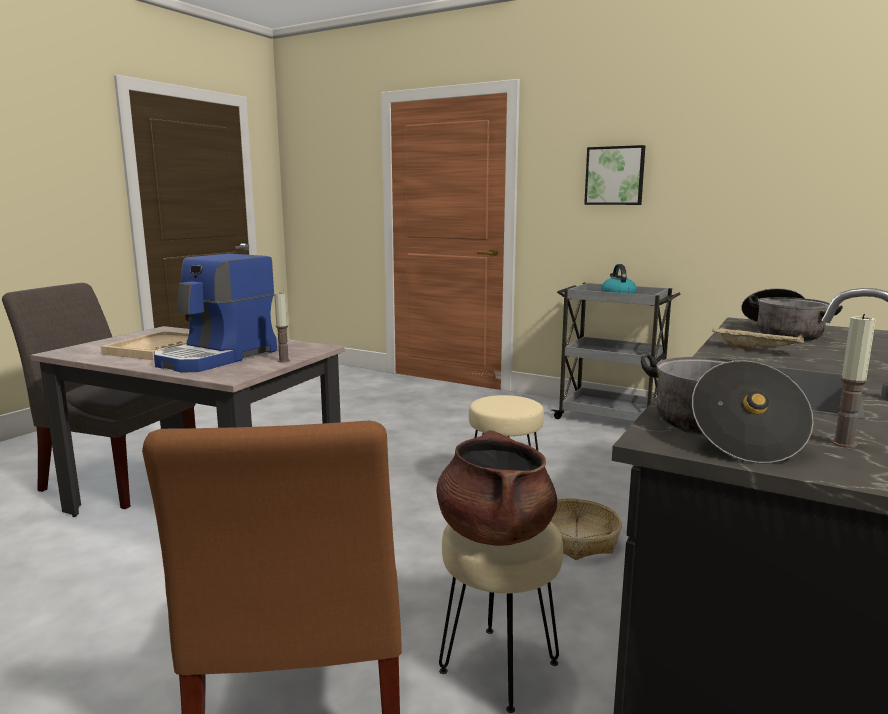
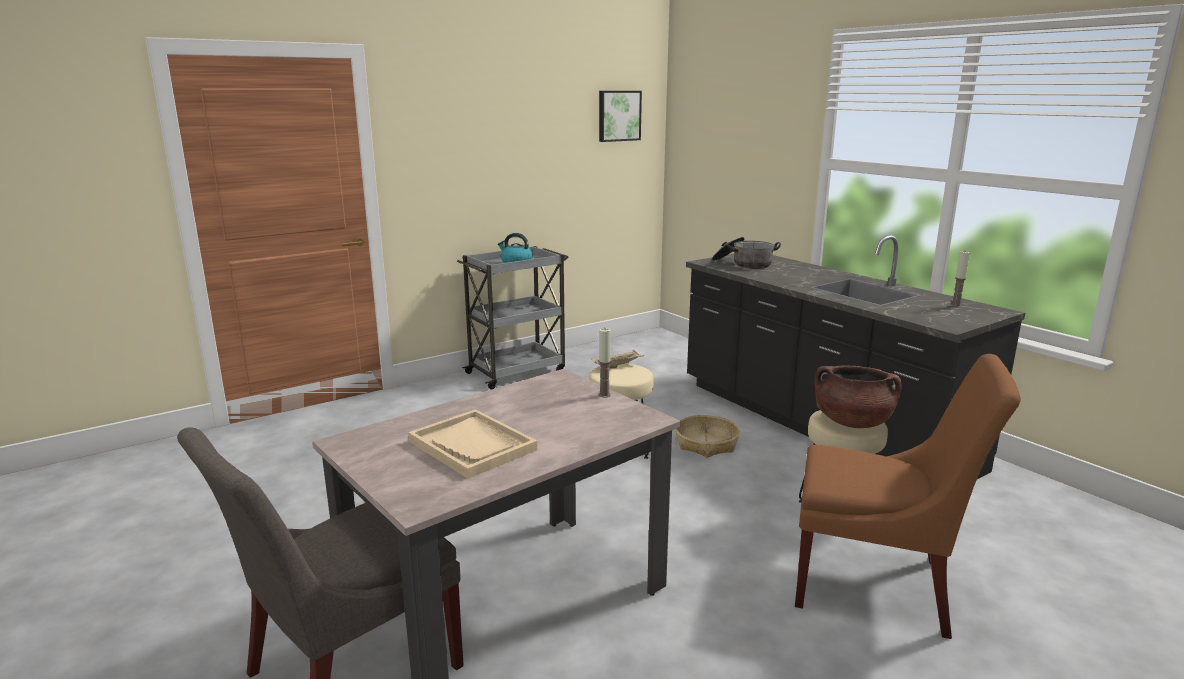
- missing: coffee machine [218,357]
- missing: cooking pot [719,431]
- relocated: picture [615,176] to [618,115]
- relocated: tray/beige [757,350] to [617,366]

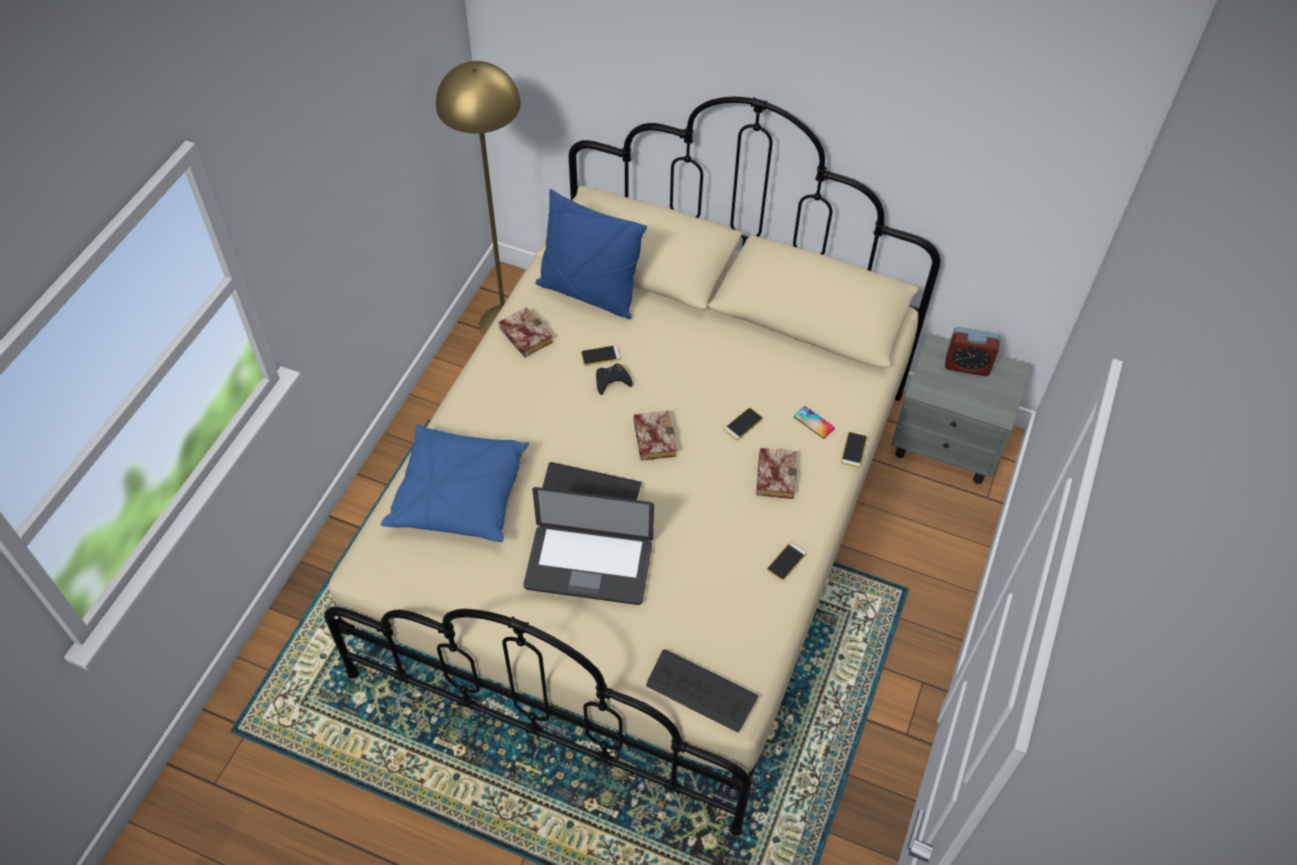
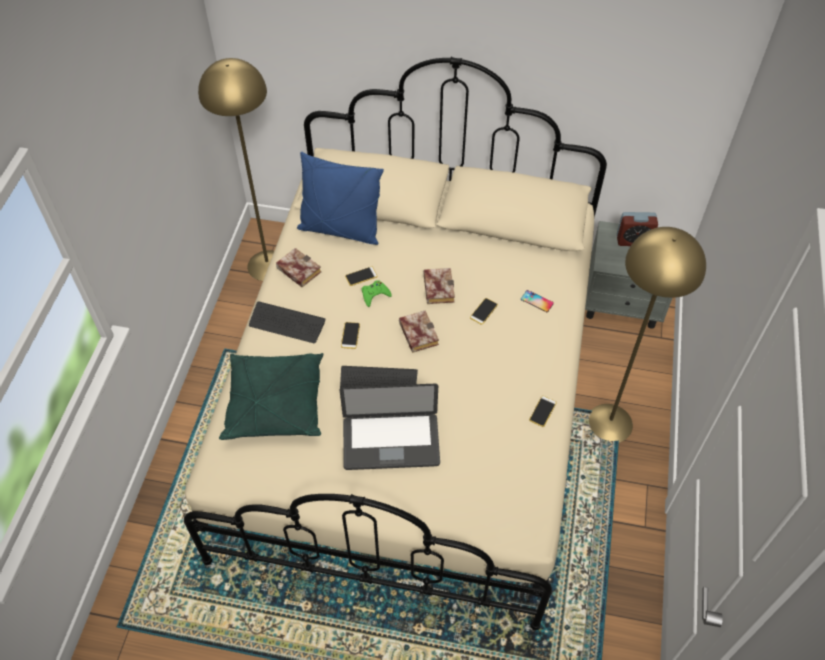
- appeared: floor lamp/yellow [610,423]
- relocated: keyboard [701,691] to [287,323]
- relocated: book [774,474] to [437,287]
- relocated: phone [854,450] to [350,335]
- colour: pillow/blue [459,495] to pillow/green [275,404]
- colour: game controller/black [612,381] to game controller/green [375,295]

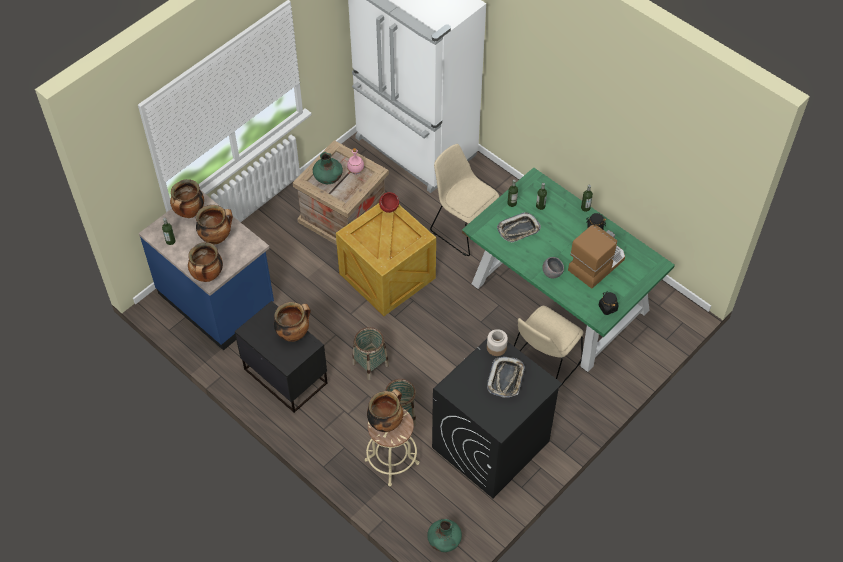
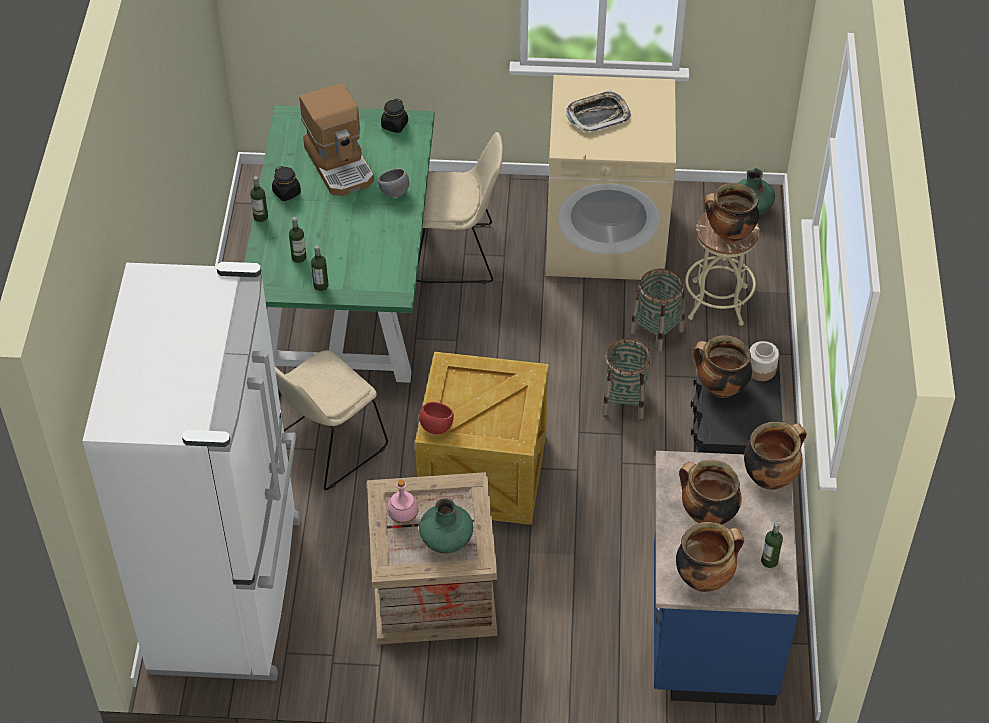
- missing: tray [518,230]
- relocated: jar [496,347] to [761,370]
- colour: washing machine/black [490,445] to washing machine/beige [606,237]
- spun: chair/beige [463,227] = [325,446] 45 degrees clockwise
- spun: coffee machine [596,264] = [340,164] 120 degrees counterclockwise

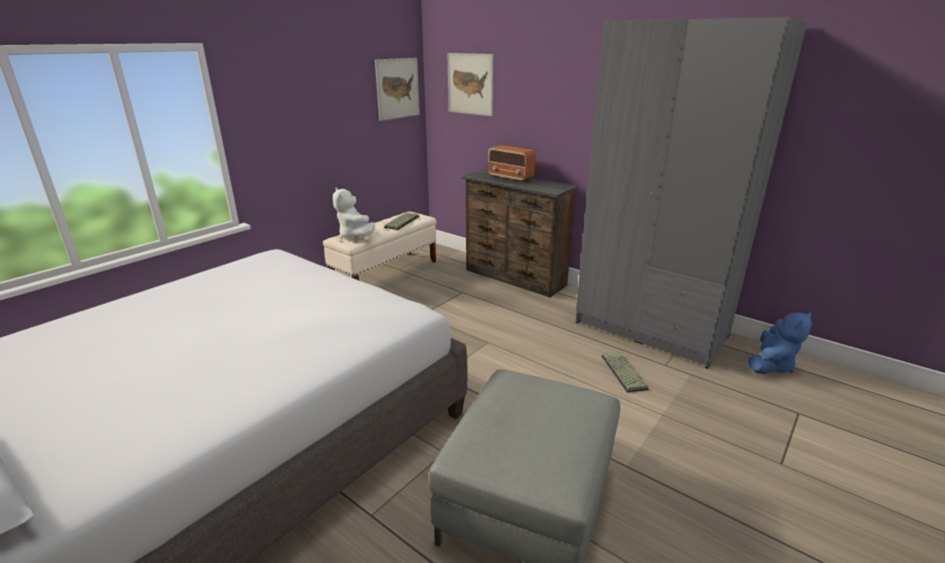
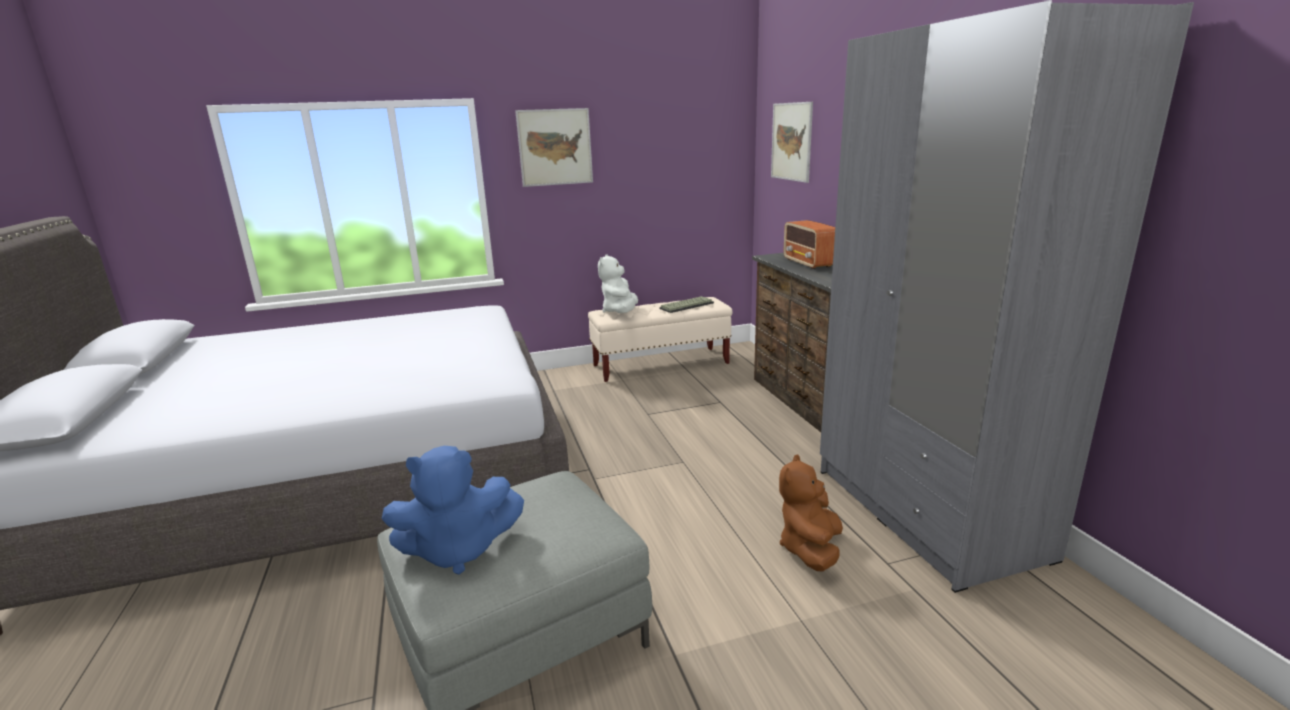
- relocated: picture [397,88] to [555,147]
- relocated: plush toy/blue [771,365] to [458,550]
- exchanged: keyboard [622,372] to plush toy/brown [810,549]

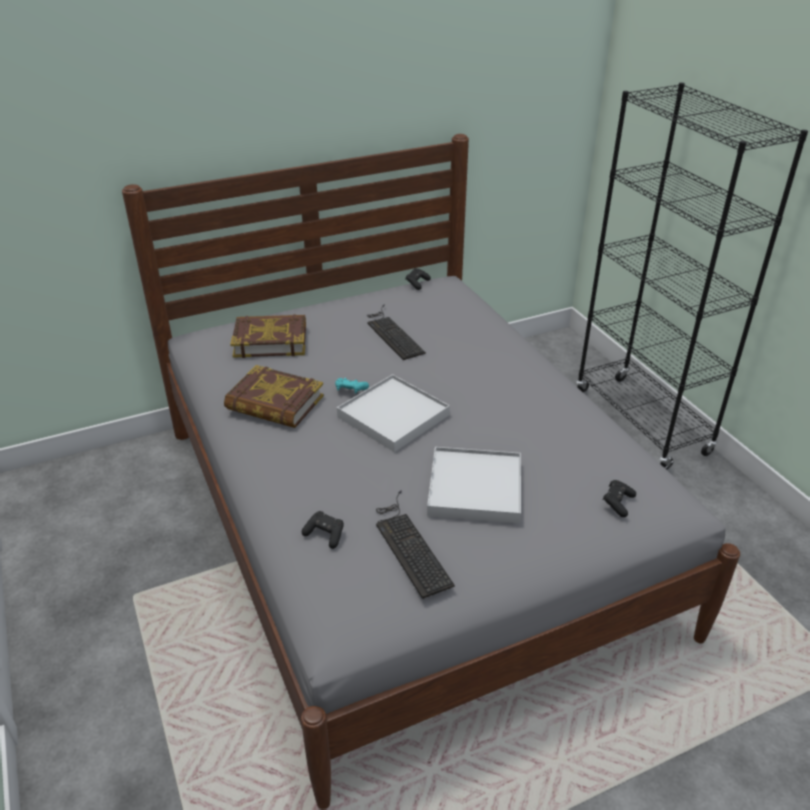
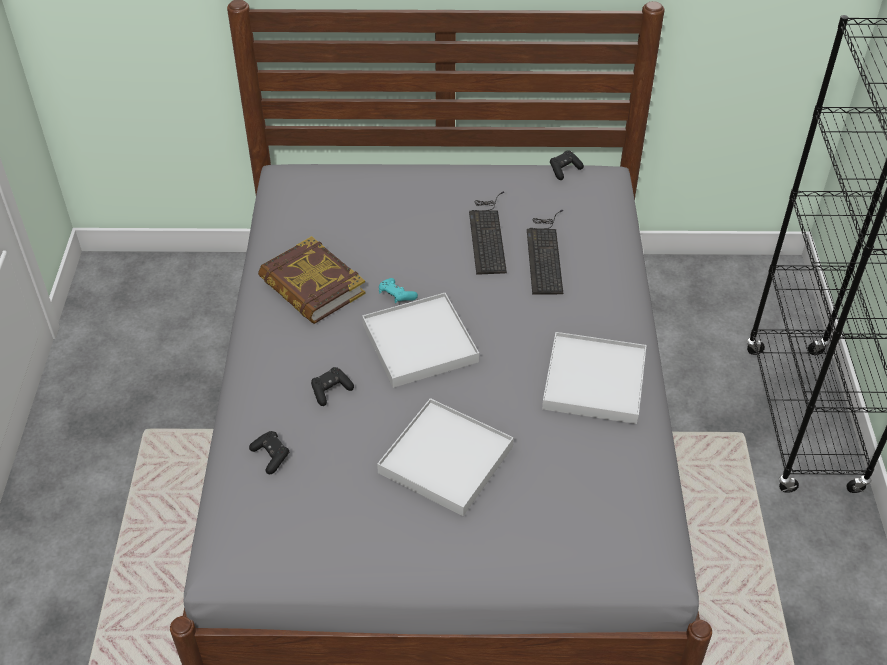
- missing: book [270,341]
- appeared: tray/white [594,381]
- relocated: keyboard [409,544] to [545,253]
- relocated: game controller/black [617,503] to [331,391]

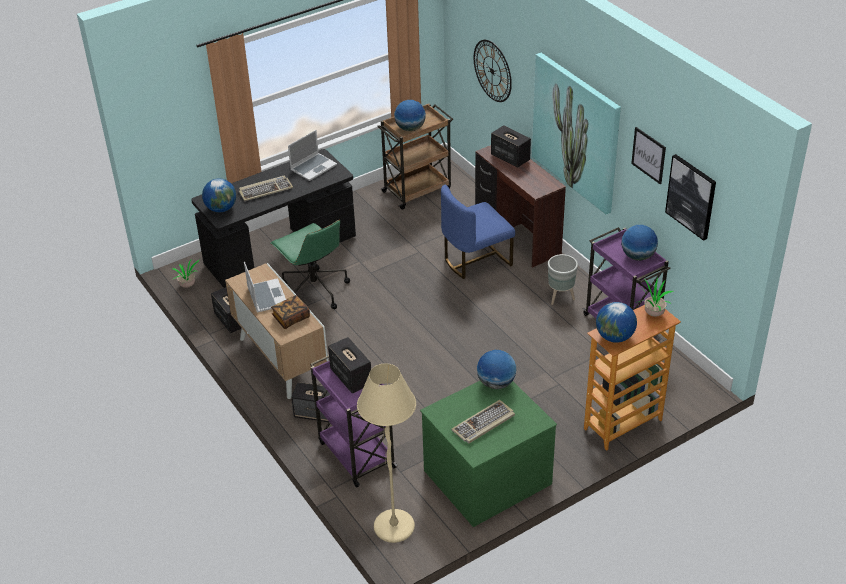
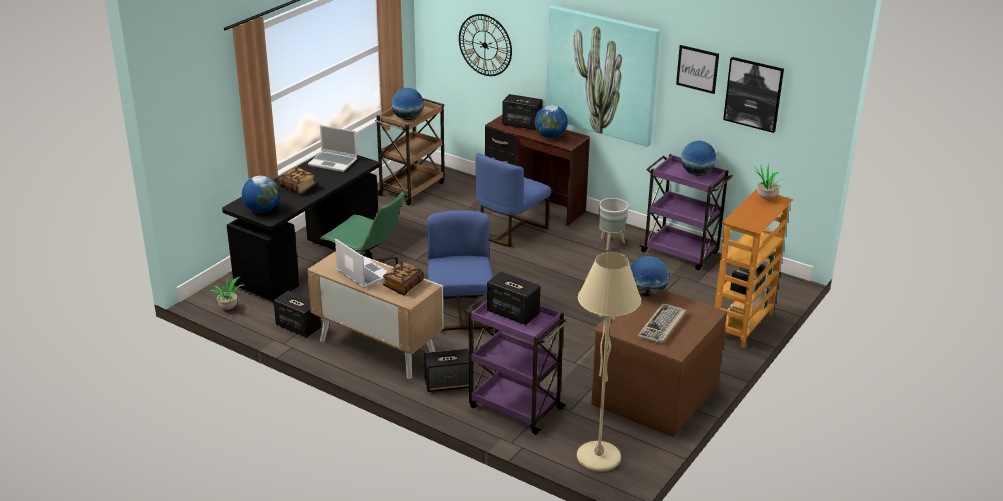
- appeared: chair/blue [460,313]
- relocated: globe [614,337] to [550,136]
- exchanged: keyboard [265,190] to book [298,187]
- colour: dresser/green [486,476] to dresser/brown [653,394]
- spun: laptop [313,167] = [333,162] 90 degrees clockwise

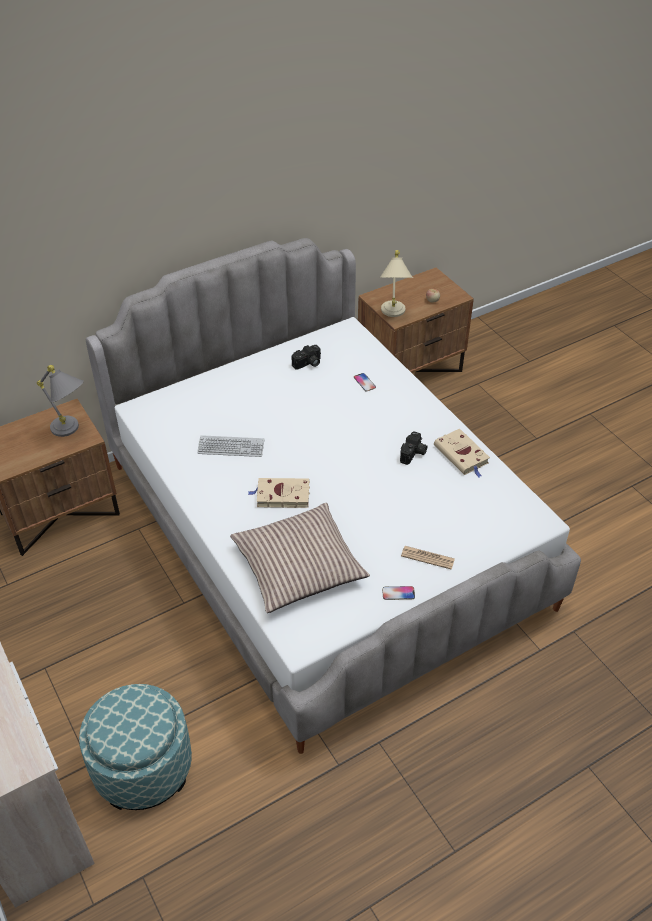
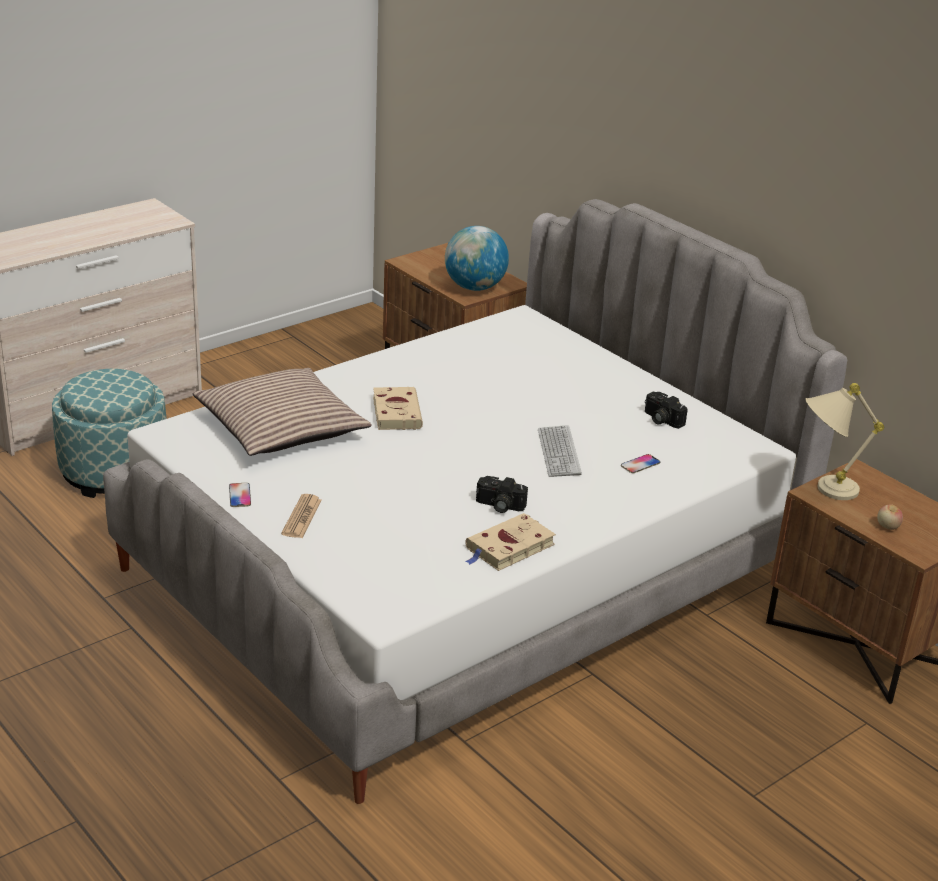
- relocated: keyboard [231,447] to [558,452]
- exchanged: table lamp/grey [72,431] to globe [475,287]

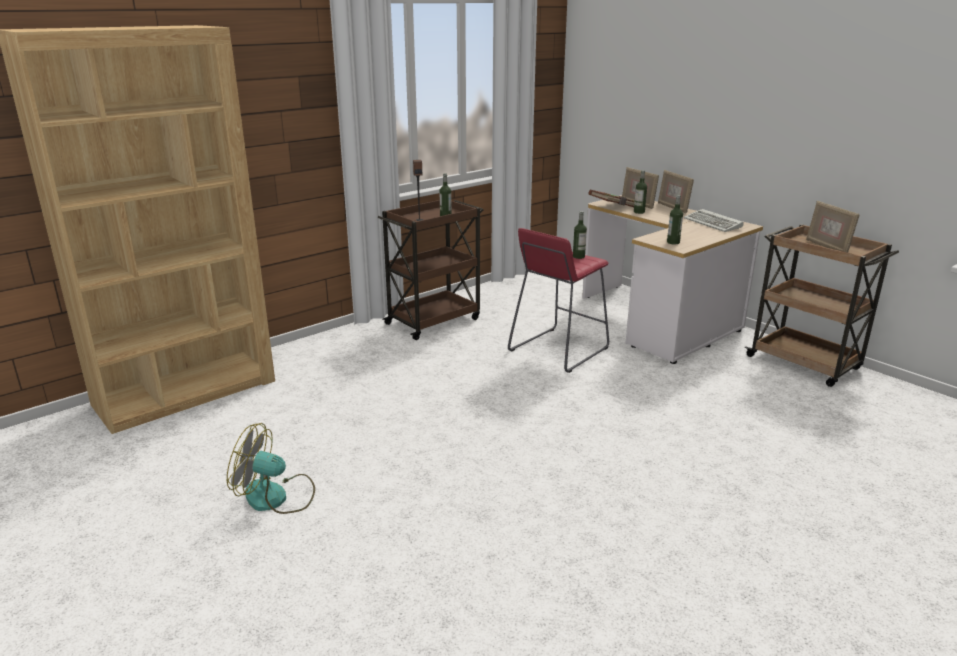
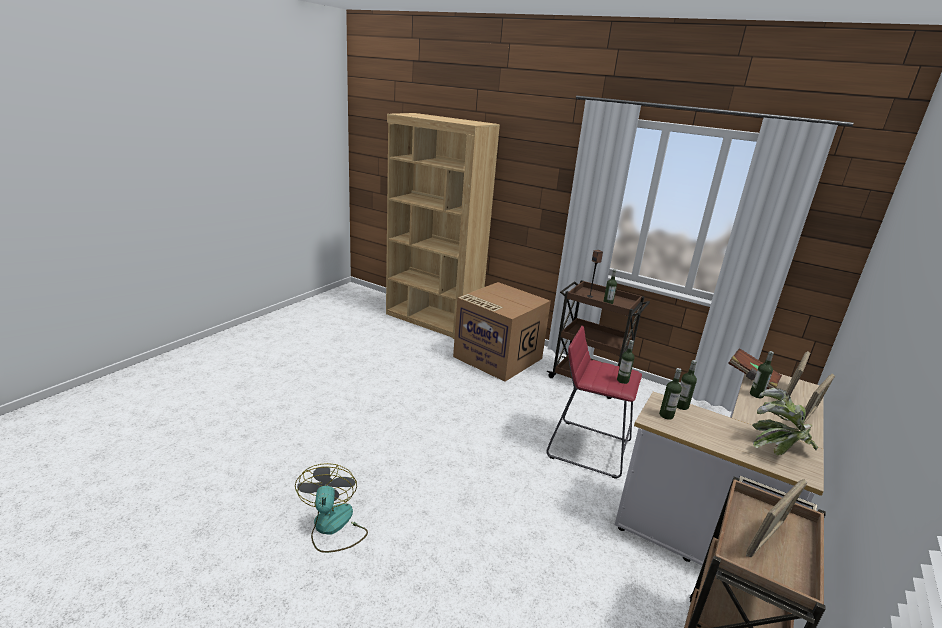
- appeared: cardboard box [496,357]
- appeared: bottle [681,406]
- relocated: fan [276,497] to [333,527]
- exchanged: keyboard [714,224] to potted plant [777,447]

